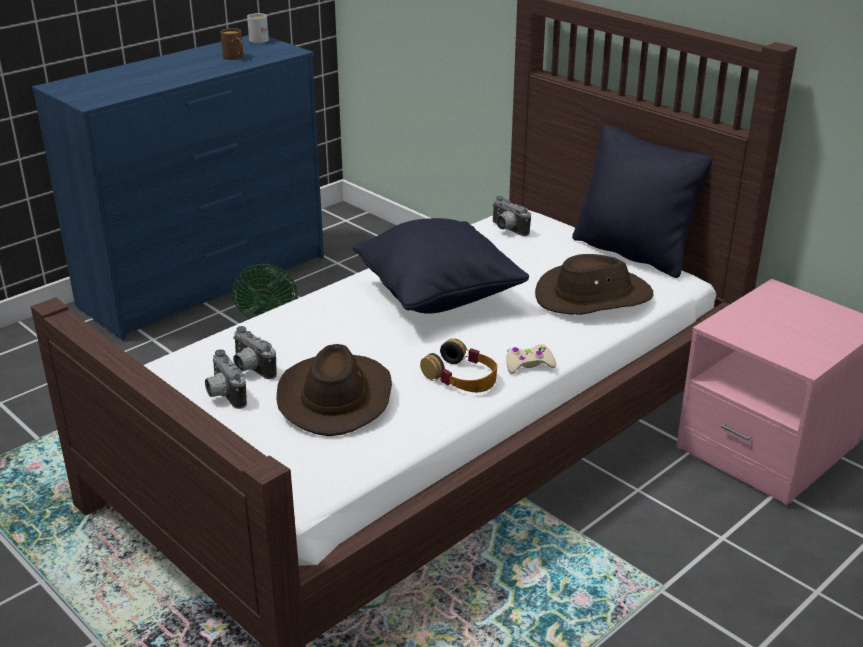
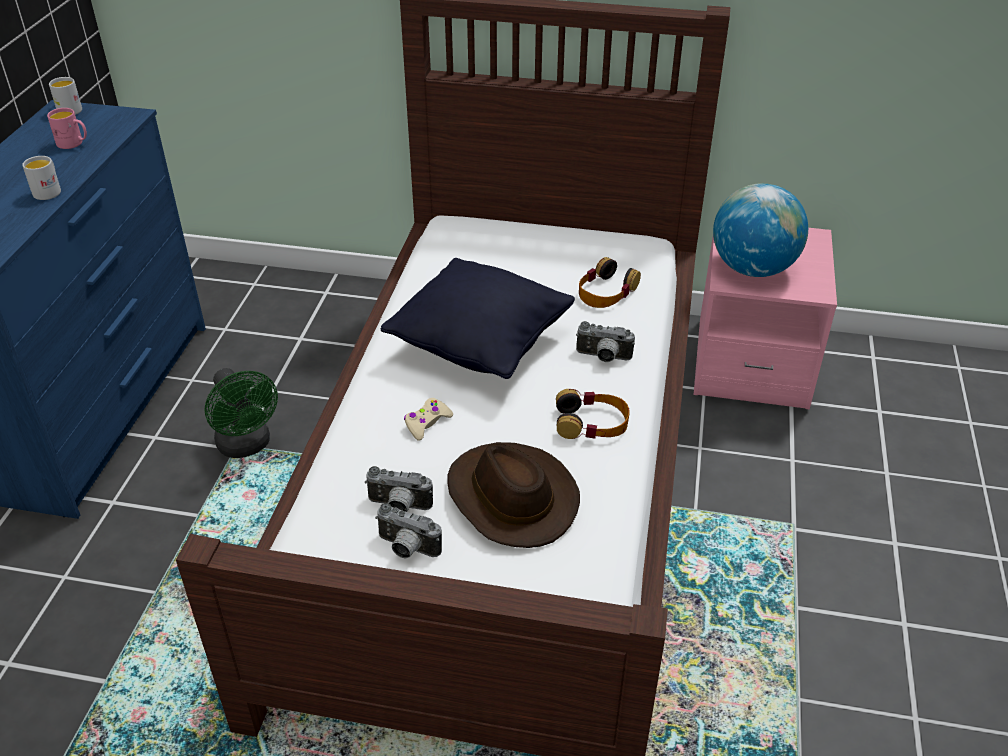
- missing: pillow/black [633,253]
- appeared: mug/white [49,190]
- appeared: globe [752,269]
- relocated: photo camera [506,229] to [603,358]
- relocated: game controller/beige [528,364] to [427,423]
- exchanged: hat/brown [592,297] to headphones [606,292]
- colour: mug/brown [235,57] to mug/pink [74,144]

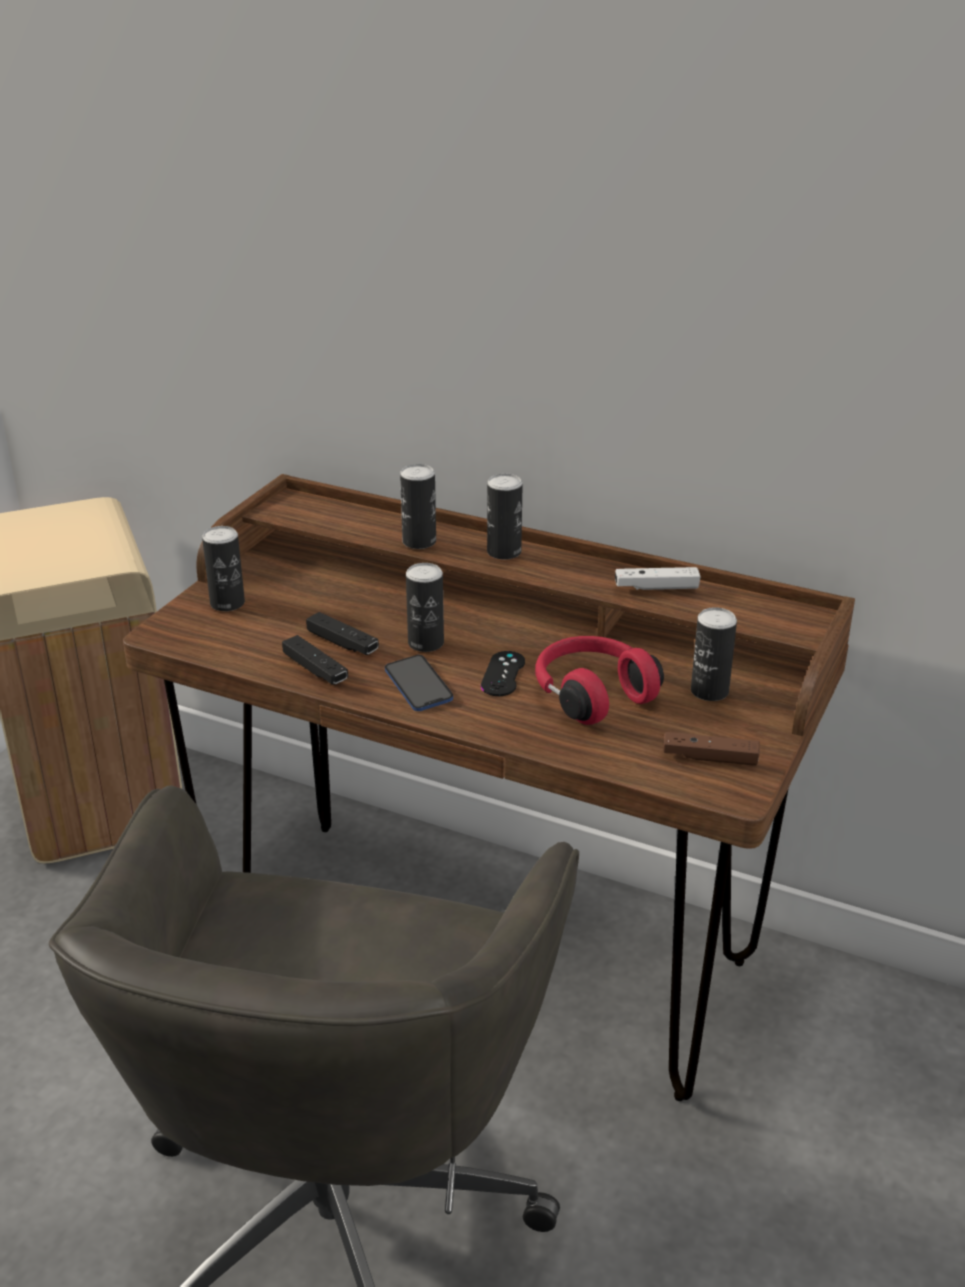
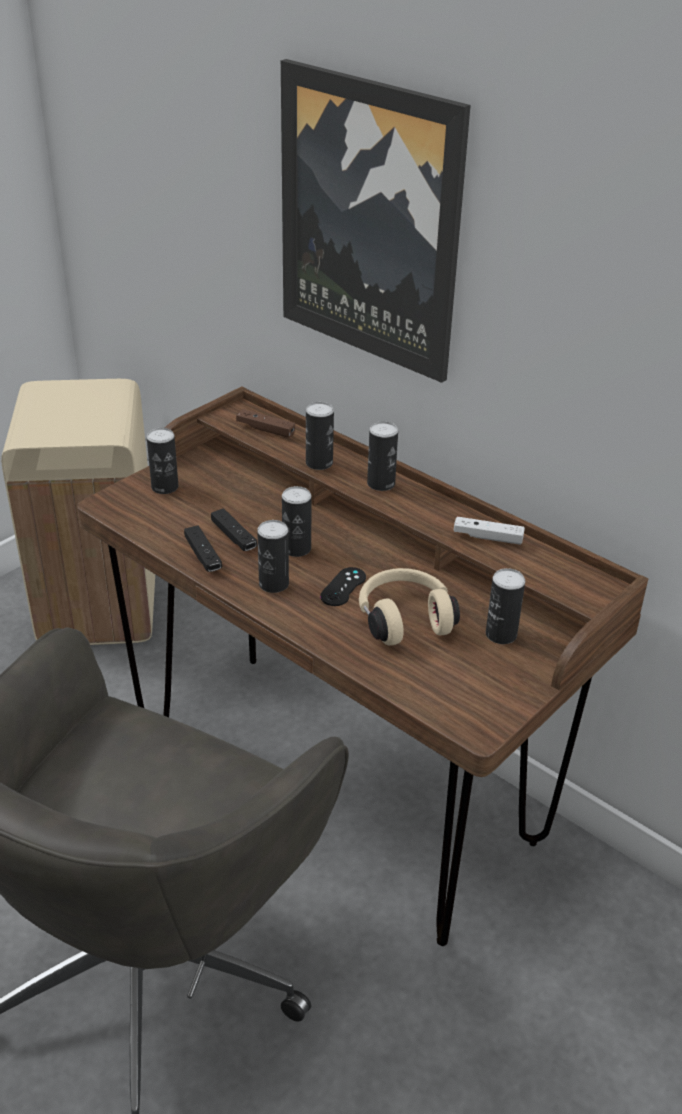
- appeared: picture [370,221]
- relocated: game controller/brown [710,758] to [265,429]
- exchanged: phone [418,685] to can [273,584]
- colour: headphones/red [591,694] to headphones/beige [404,618]

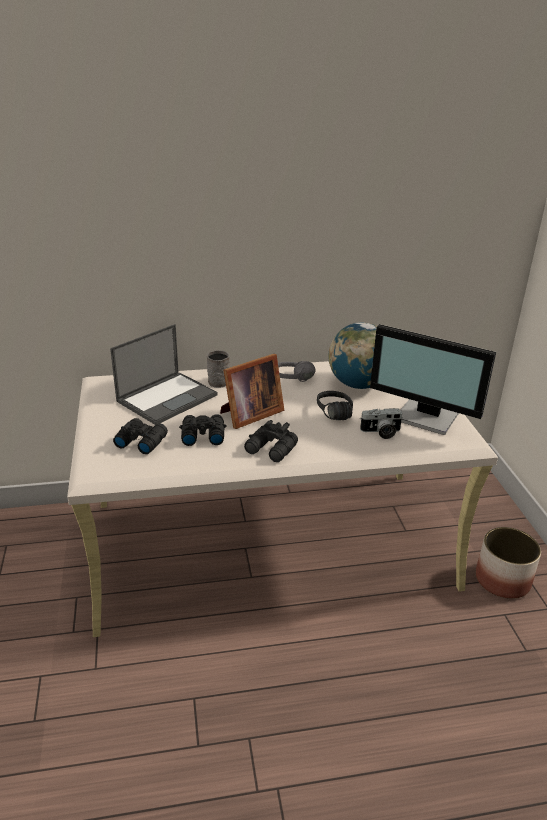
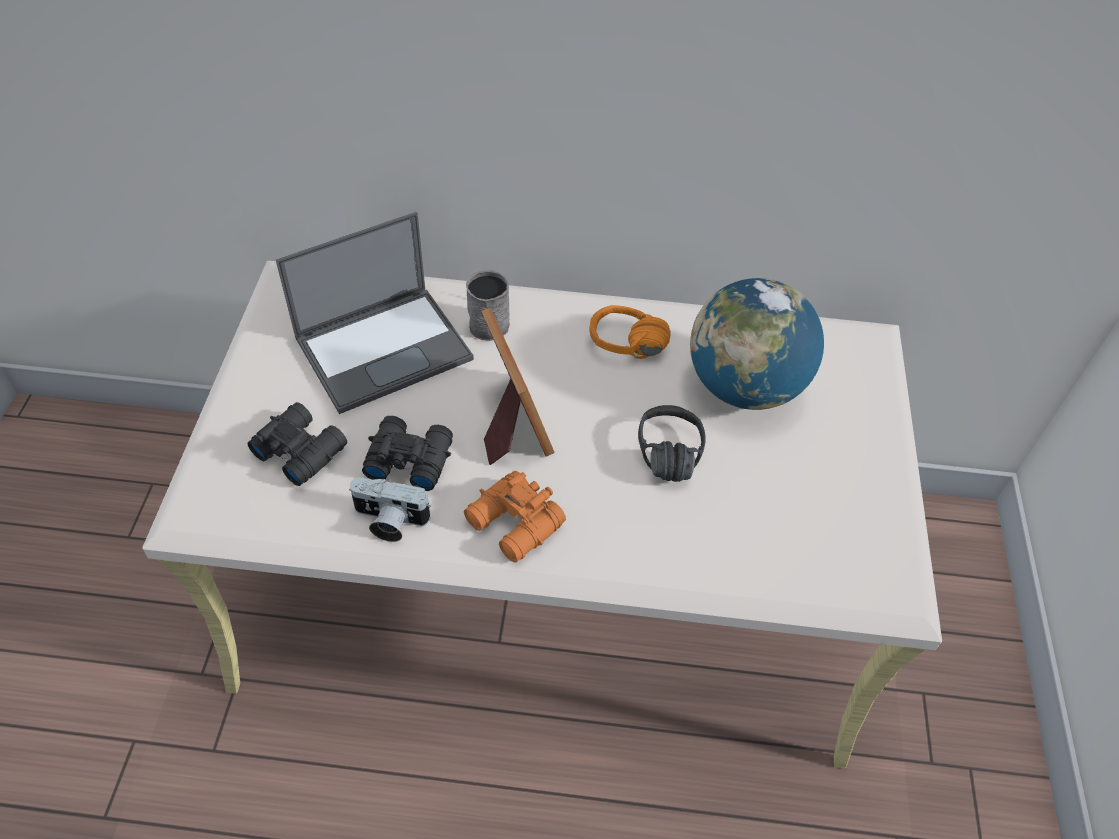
- missing: monitor [427,417]
- missing: planter [503,580]
- relocated: photo camera [381,432] to [389,521]
- colour: binoculars/black [271,450] to binoculars/orange [514,526]
- colour: headphones/grey [293,381] to headphones/orange [625,352]
- spun: picture frame [249,415] = [510,424] 90 degrees counterclockwise

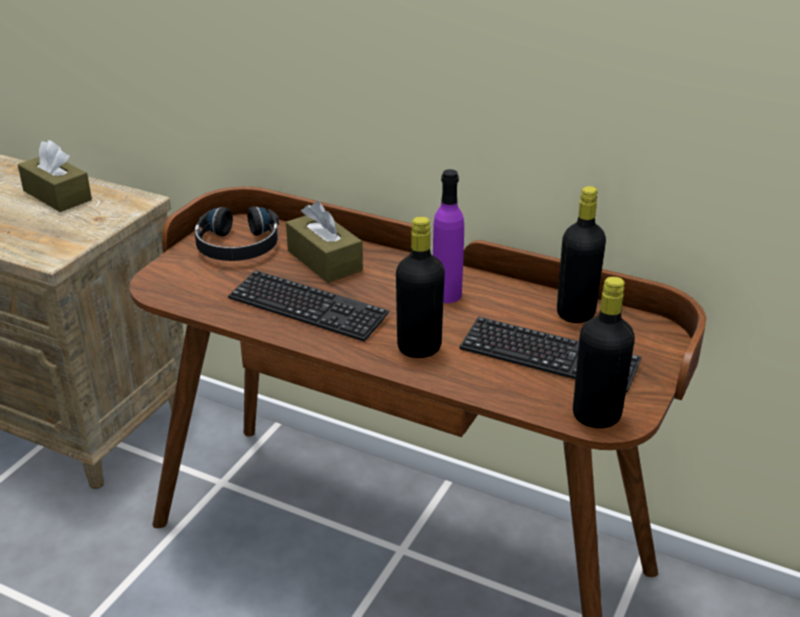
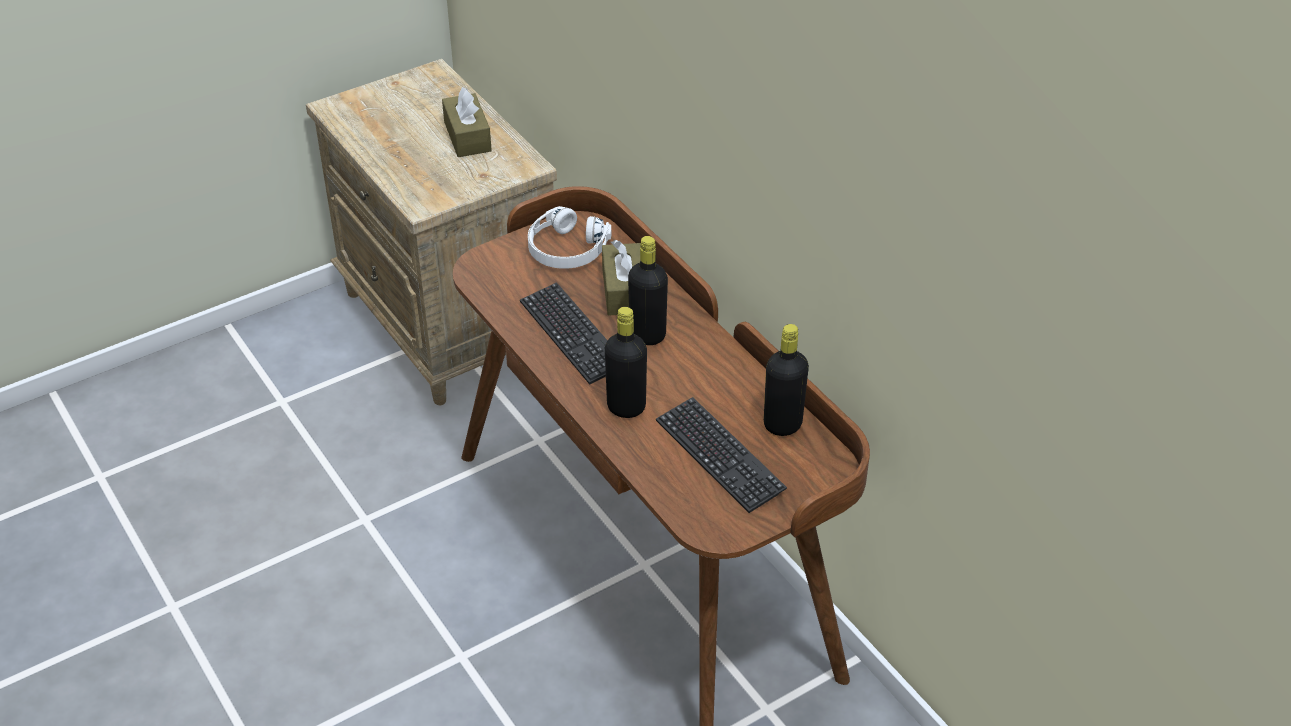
- missing: bottle/purple [446,295]
- relocated: bottle/black [596,416] to [647,335]
- colour: headphones/black [237,246] to headphones/white [566,249]

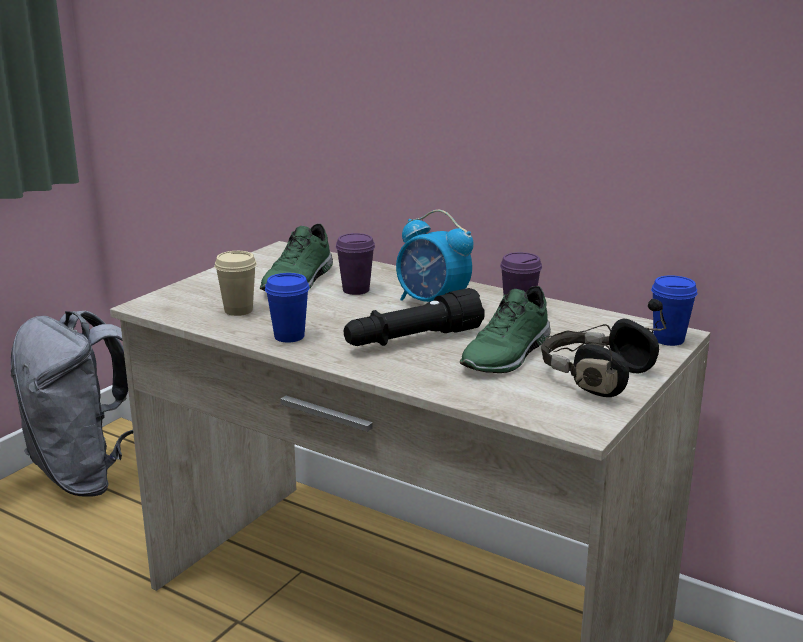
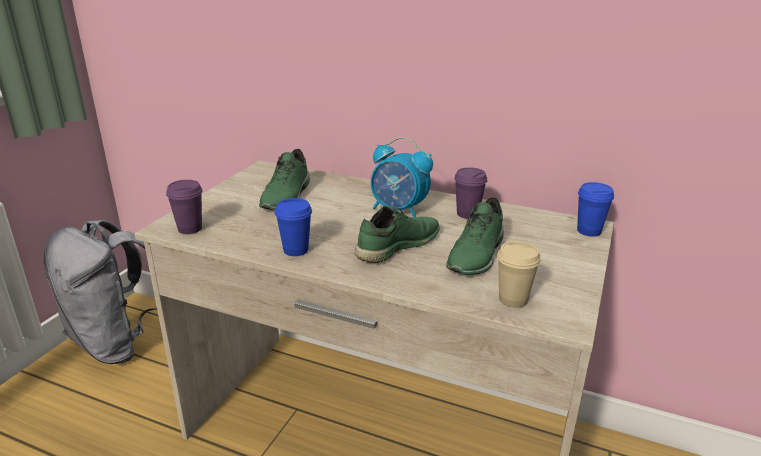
- missing: headphones/black [595,377]
- relocated: cup/beige [238,310] to [513,299]
- relocated: cup/purple [356,290] to [190,229]
- exchanged: flashlight/black [412,340] to shoe/green [396,246]

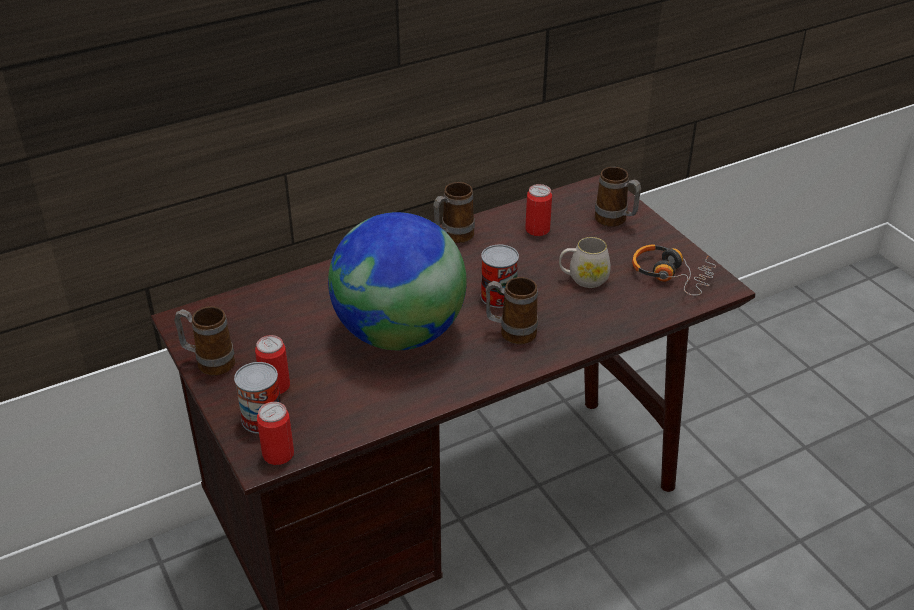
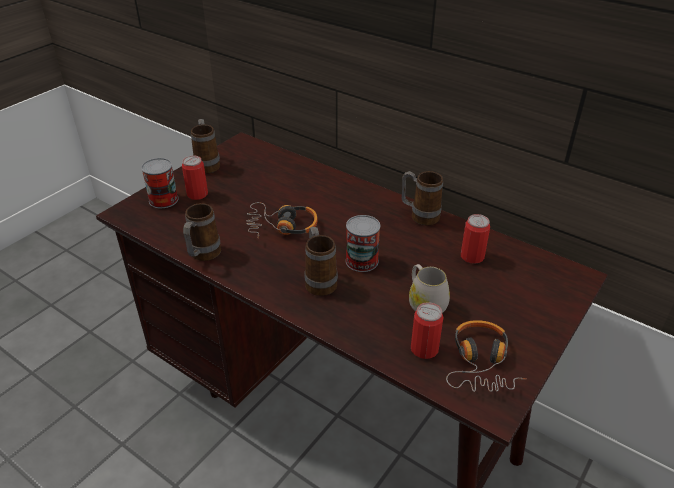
- relocated: can [278,454] to [424,349]
- relocated: mug [615,221] to [202,256]
- exchanged: globe [399,334] to headphones [282,227]

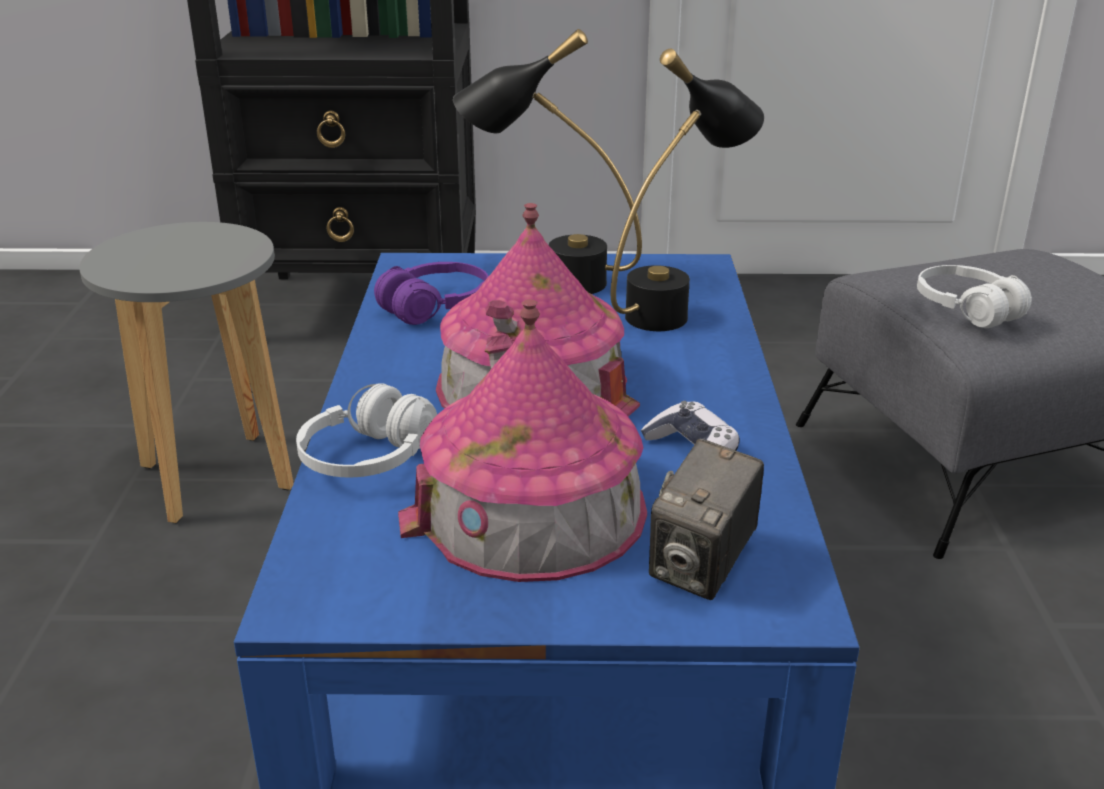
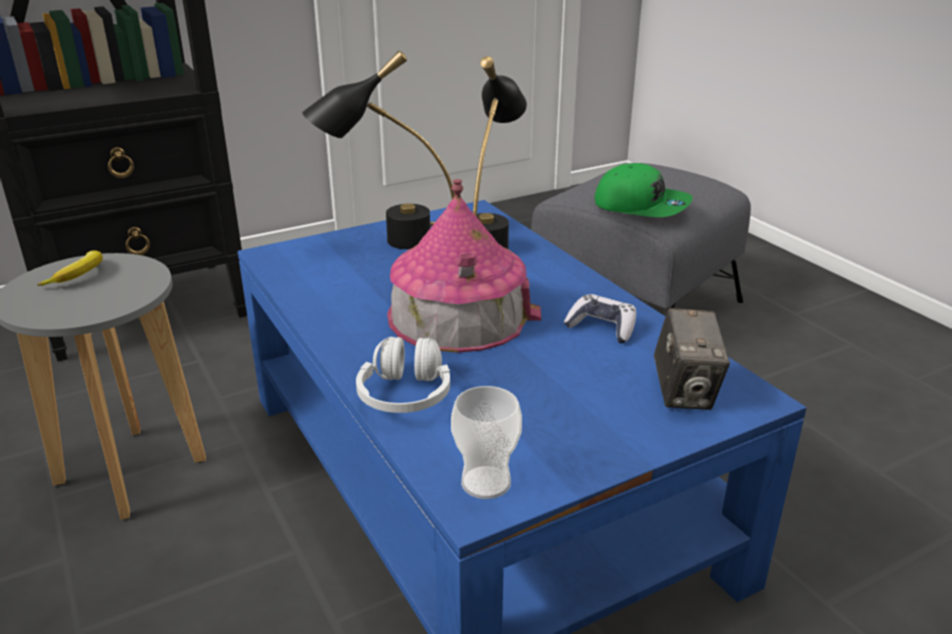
- missing: headphones/purple [435,307]
- missing: toy house [531,509]
- appeared: banana [79,275]
- appeared: cup [486,482]
- exchanged: headphones/white [967,310] to cap/green [641,205]

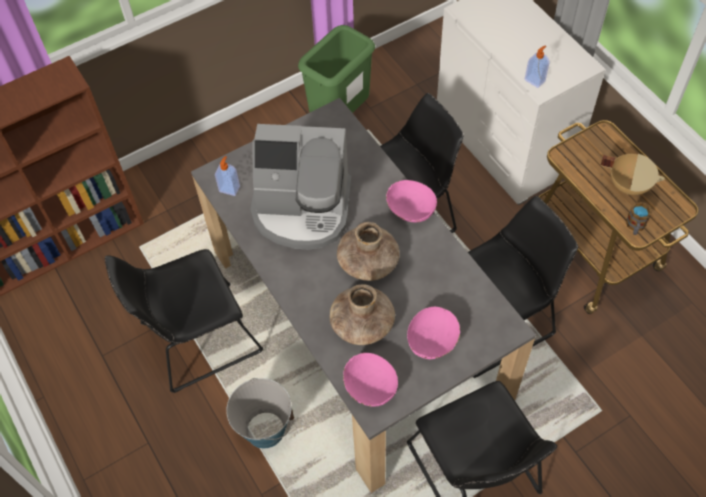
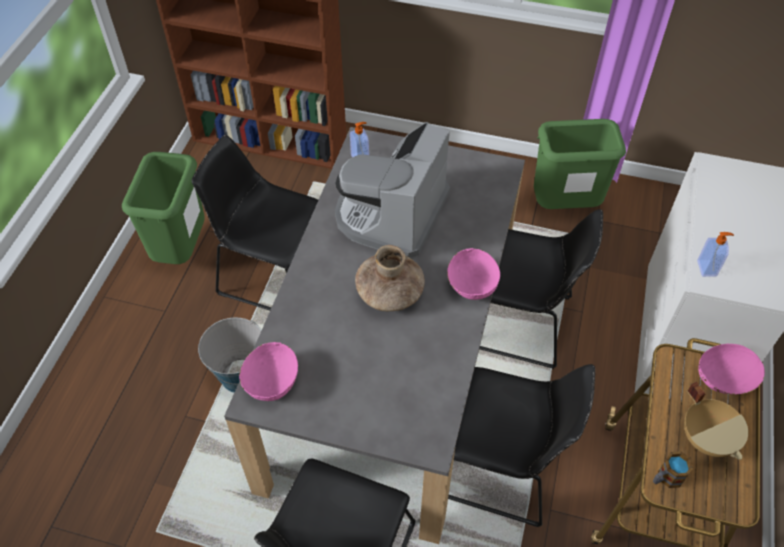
- missing: vase/brown [362,323]
- appeared: trash can/green [182,251]
- relocated: bowl/pink [432,342] to [724,380]
- spun: coffee machine [302,209] = [391,215] 60 degrees clockwise

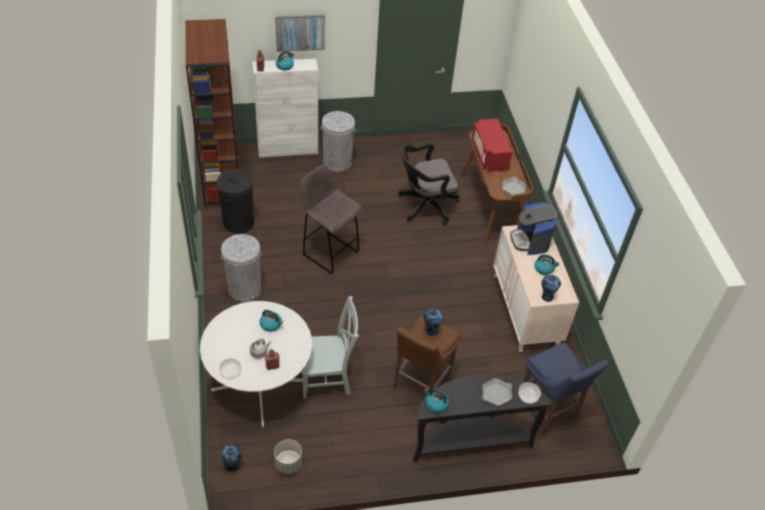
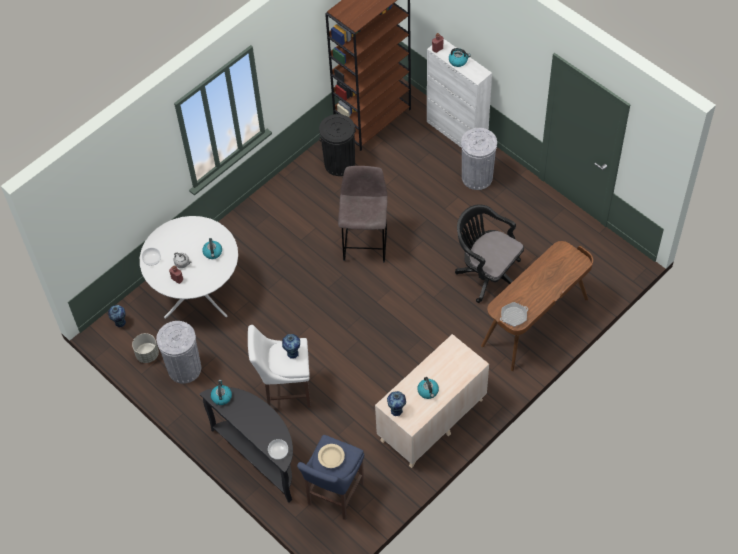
- missing: picture [300,32]
- missing: chair/grey [327,378]
- missing: microwave/red [489,155]
- missing: frying pan [496,394]
- missing: coffee machine [530,241]
- appeared: bowl/beige [331,458]
- relocated: trash can/grey [244,289] to [184,368]
- colour: stool/brown [420,384] to stool/white [285,391]

